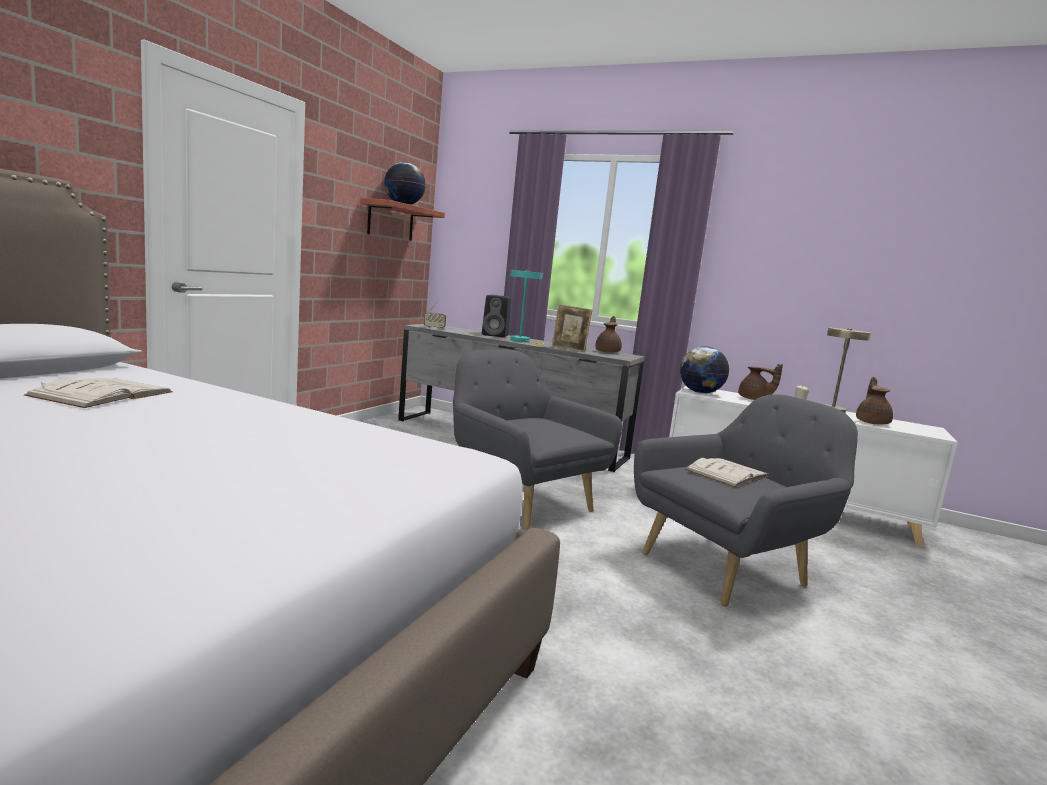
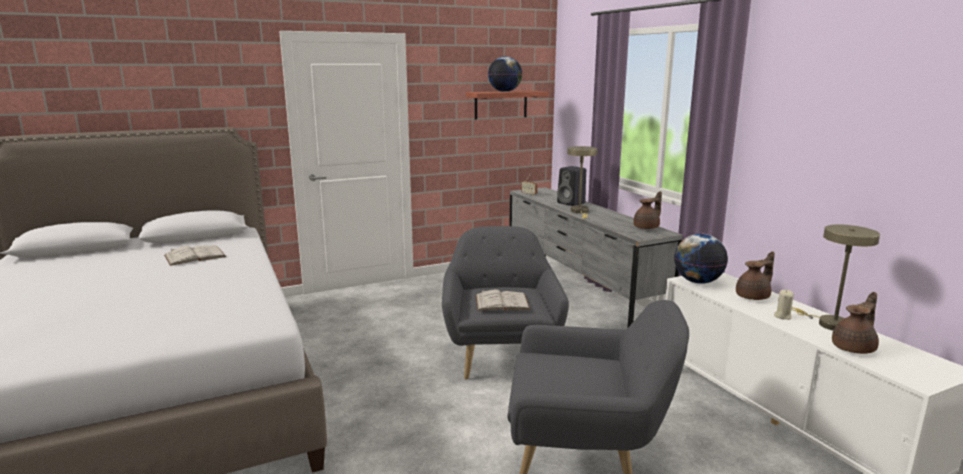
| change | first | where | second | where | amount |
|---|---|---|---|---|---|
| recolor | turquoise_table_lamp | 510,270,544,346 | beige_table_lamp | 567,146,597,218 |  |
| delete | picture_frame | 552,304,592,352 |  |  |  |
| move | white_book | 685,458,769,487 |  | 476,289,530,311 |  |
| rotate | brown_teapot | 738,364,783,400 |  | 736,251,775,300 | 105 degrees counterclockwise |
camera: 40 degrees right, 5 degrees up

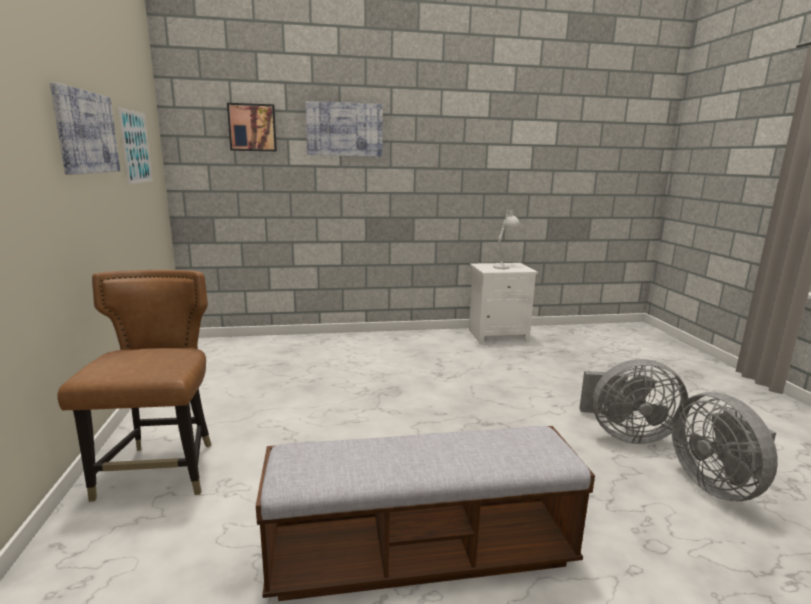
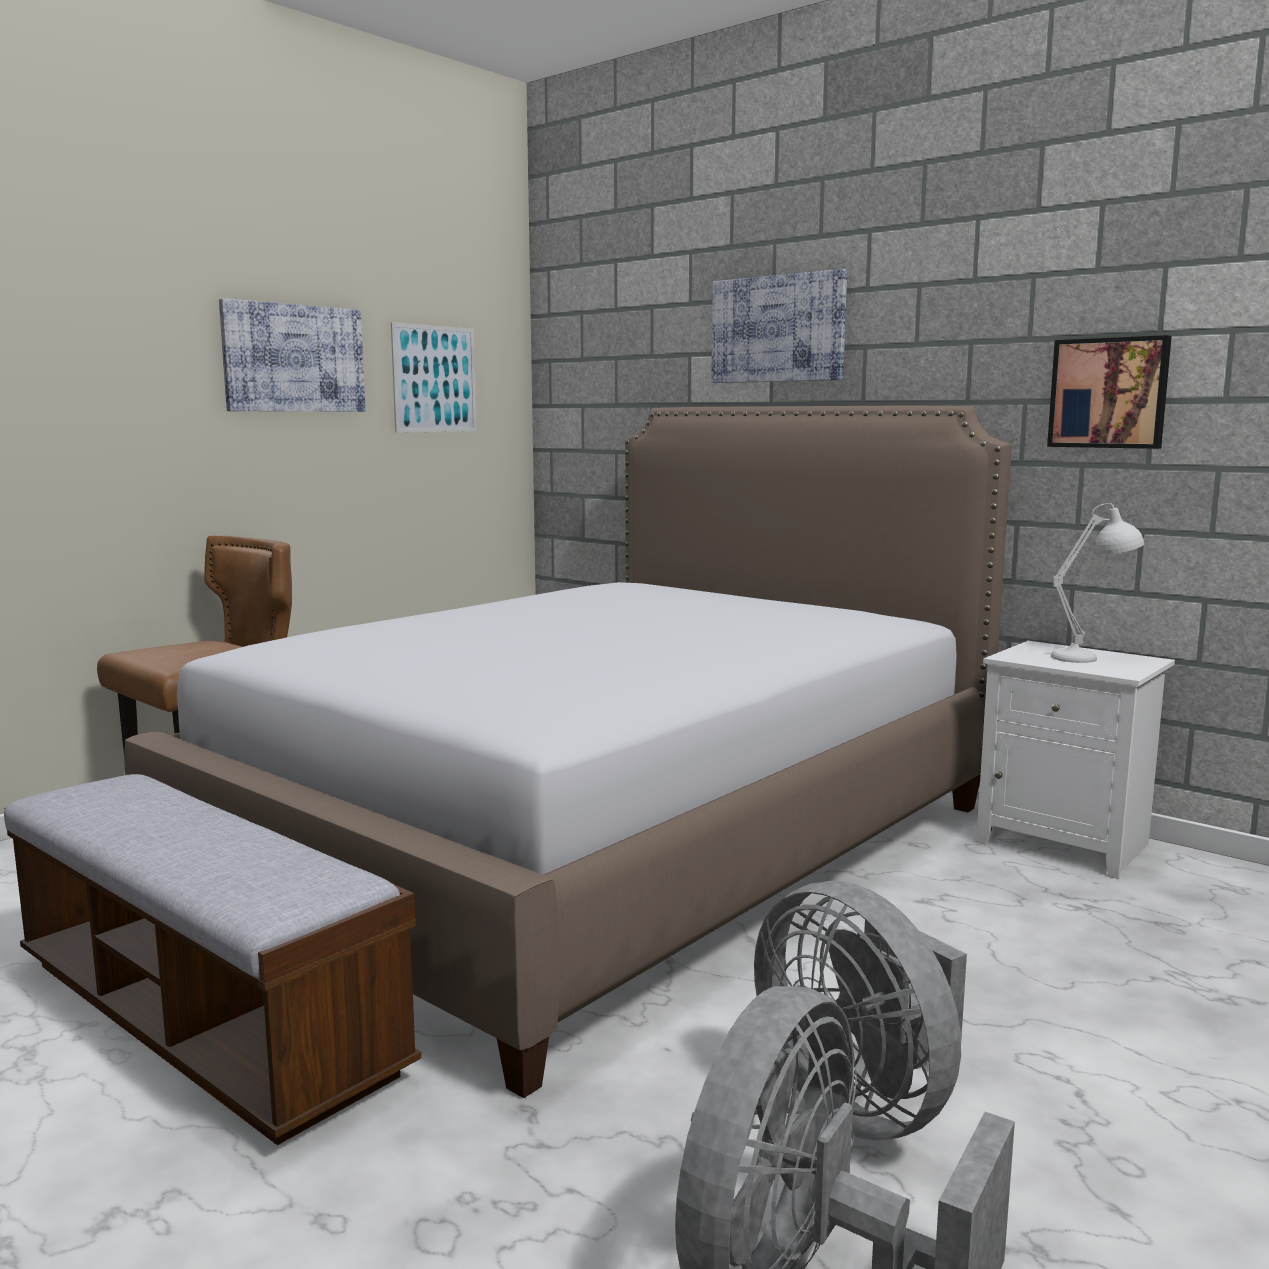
| change | first | where | second | where | amount |
|---|---|---|---|---|---|
| move | picture | 227,103,277,152 |  | 1047,335,1172,449 |  |
| insert |  |  | bed | 124,405,1012,1098 |  |
camera: 50 degrees right, 5 degrees down

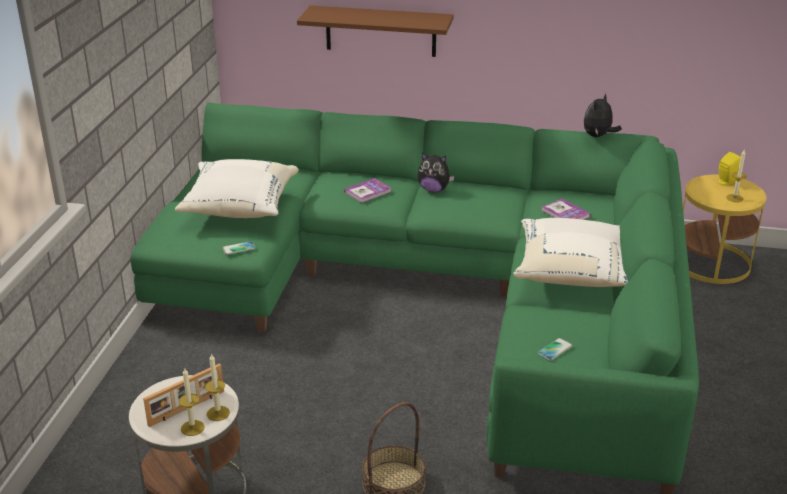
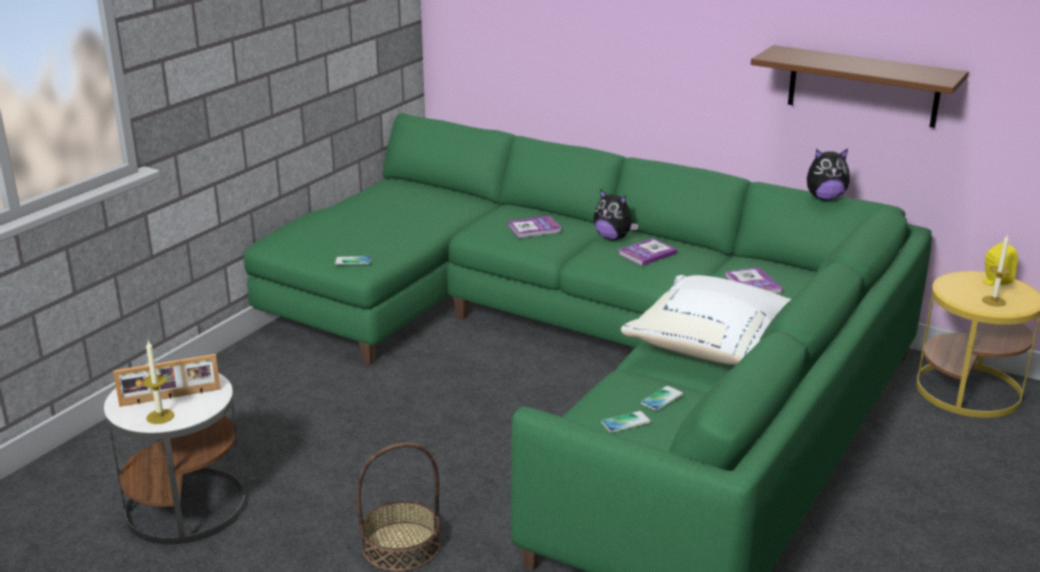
| change | first | where | second | where | amount |
|---|---|---|---|---|---|
| delete | white_pillow | 175,159,299,218 |  |  |  |
| delete | candle | 205,353,230,421 |  |  |  |
| move | brown_shelf | 297,5,454,57 |  | 751,45,968,128 |  |
| rotate | plush_toy | 584,93,622,137 |  | 807,149,850,201 | 150 degrees counterclockwise |
| insert |  |  | book | 618,238,677,266 |  |
| insert |  |  | phone | 640,386,684,411 |  |
camera: 20 degrees right, 5 degrees down

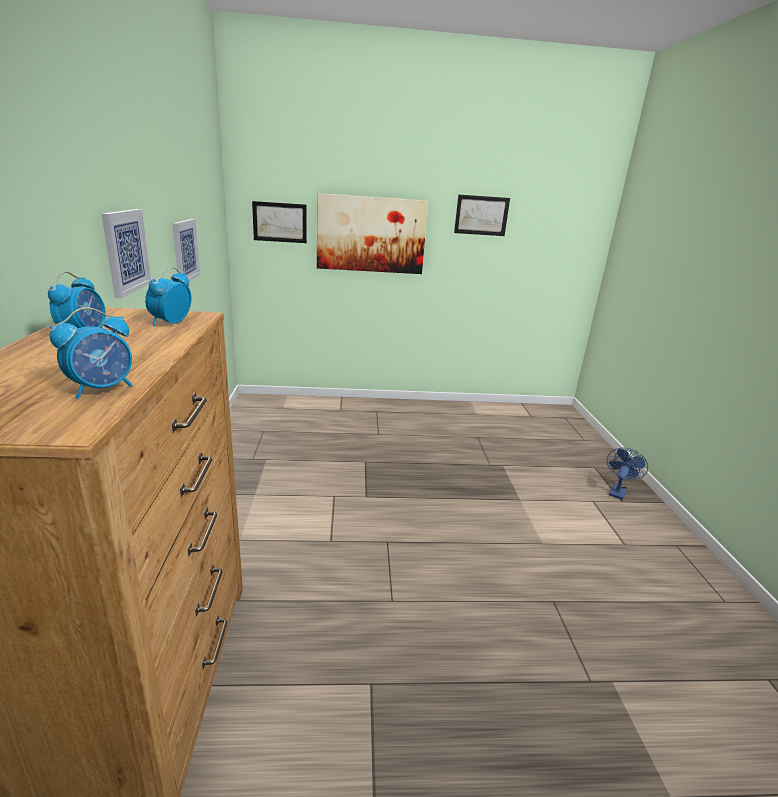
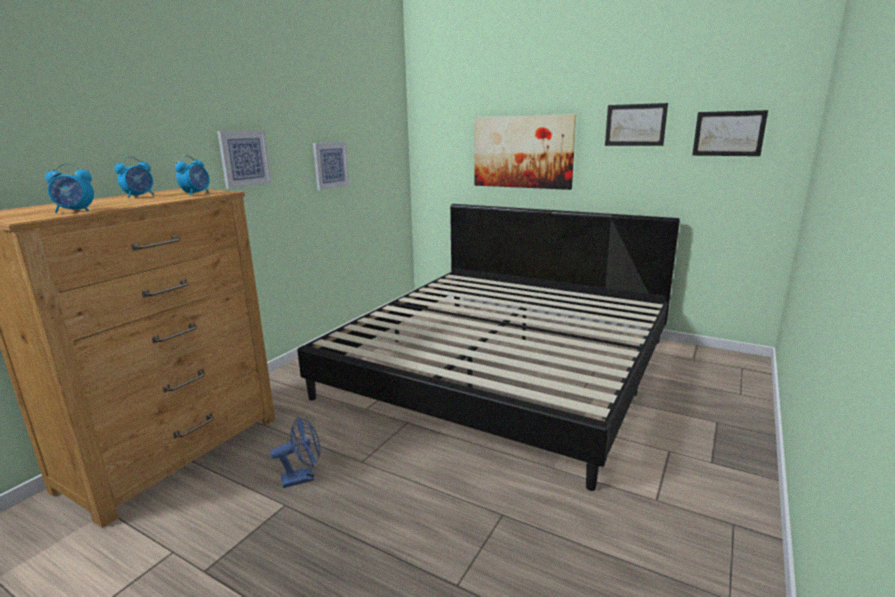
| change | first | where | second | where | amount |
|---|---|---|---|---|---|
| rotate | alarm_clock | 145,267,191,326 |  | 175,155,210,196 | 150 degrees clockwise |
| move | picture | 252,201,307,243 |  | 692,110,768,156 |  |
| move | blue_fan | 607,448,648,500 |  | 270,417,320,488 |  |
| insert |  |  | bed | 297,204,680,491 |  |
camera: 35 degrees right, 5 degrees down

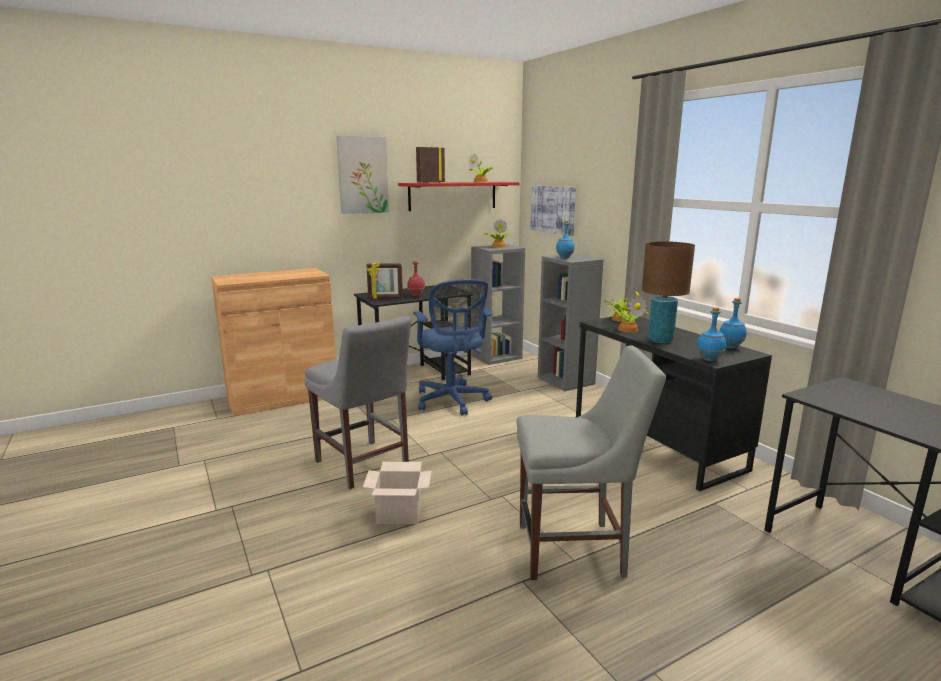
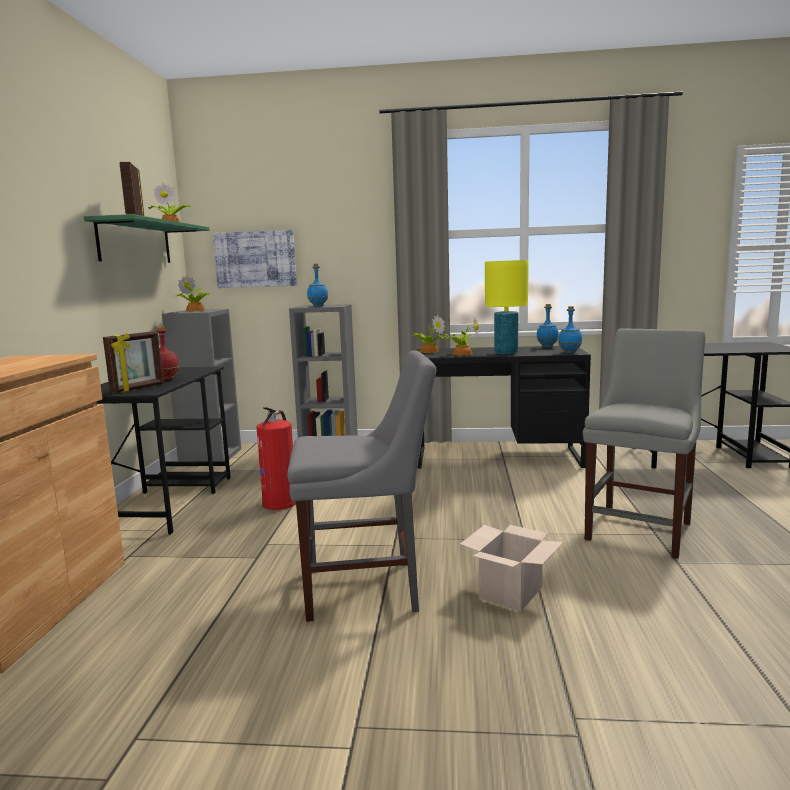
| change | first | where | second | where | amount |
|---|---|---|---|---|---|
| delete | picture | 336,136,389,214 |  |  |  |
| recolor | red_shelf | 398,182,520,211 | green_shelf | 84,214,210,263 |  |
| replace | blue_office_chair | 413,279,493,415 | fire_extinguisher | 257,407,296,510 |  |
| recolor | brown_table_lamp | 642,241,695,343 | yellow_table_lamp | 485,260,529,354 |  |
camera: 55 degrees left, 5 degrees down

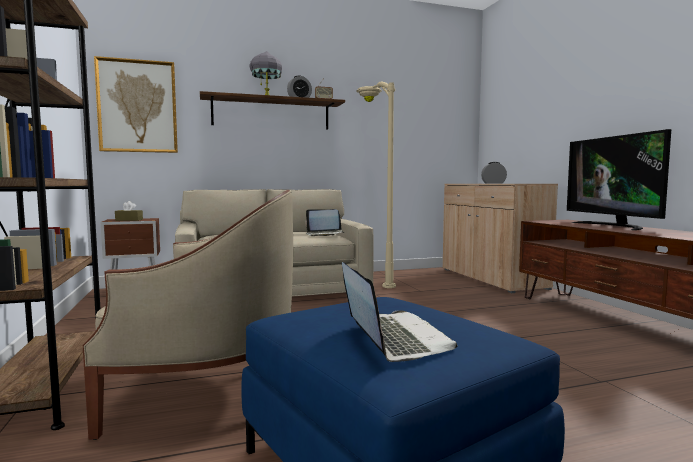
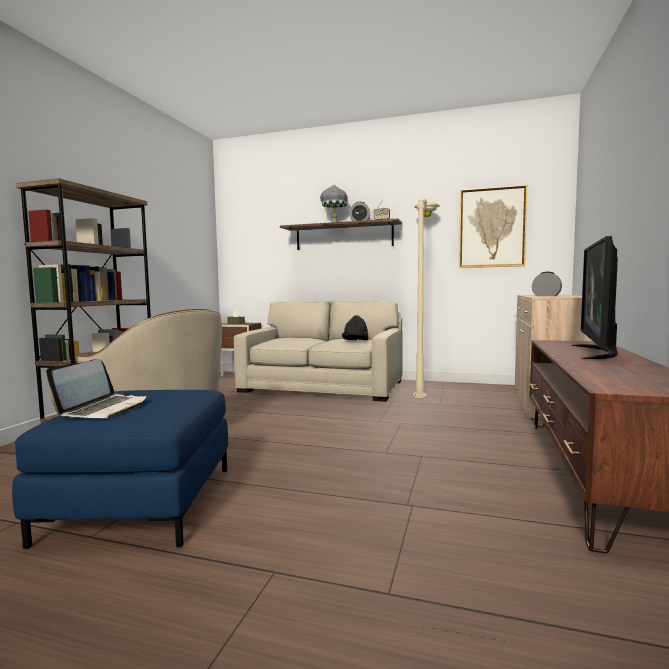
| change | first | where | second | where | amount |
|---|---|---|---|---|---|
| move | picture | 94,56,178,153 |  | 459,185,527,268 |  |
| replace | laptop | 305,209,344,236 | black_hat | 342,315,368,340 |  |
camera: 35 degrees right, 0 degrees up

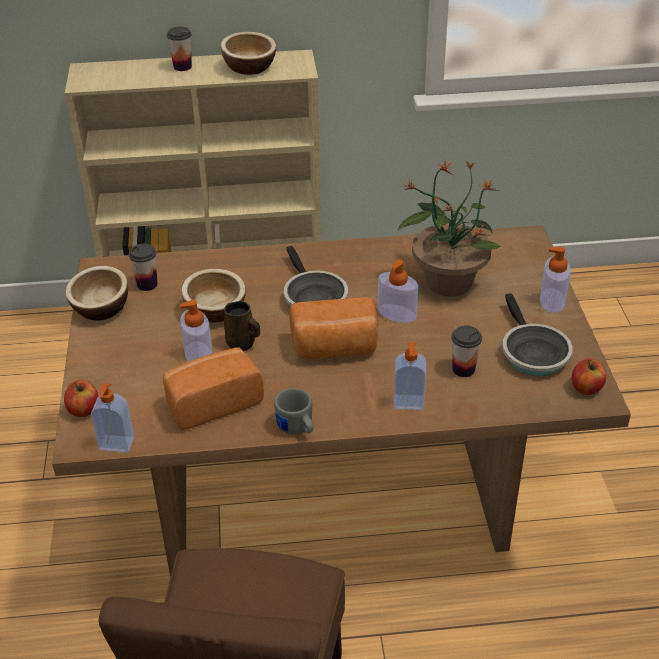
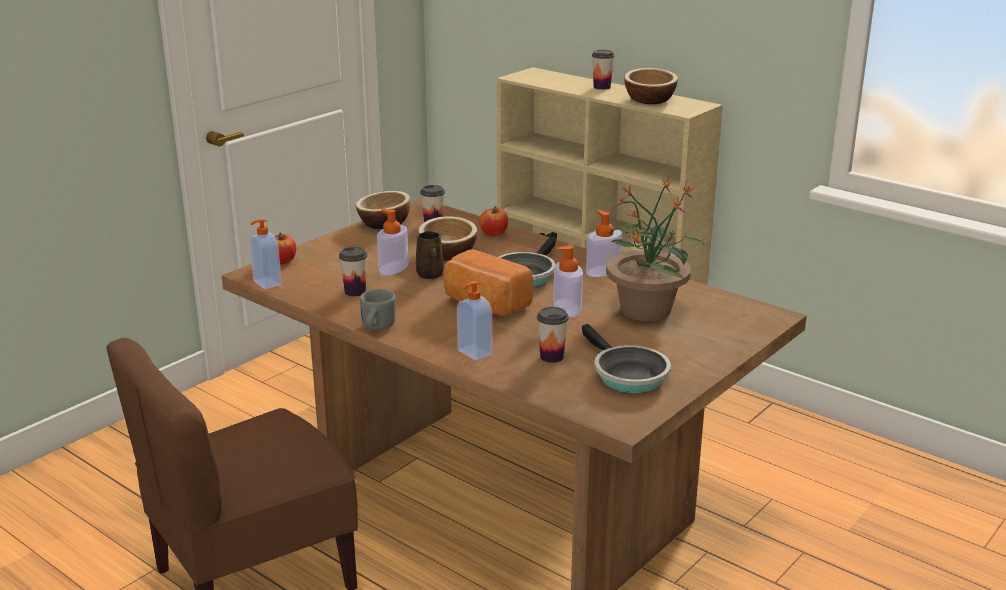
| change | first | where | second | where | amount |
|---|---|---|---|---|---|
| replace | bread | 163,347,264,430 | cup | 339,247,367,297 |  |
| rotate | frying_pan | 502,293,573,376 |  | 582,324,671,393 | 60 degrees counterclockwise |
| move | soap_dispenser | 540,247,571,313 |  | 586,210,622,277 |  |
| move | apple | 572,359,606,395 |  | 479,206,508,236 |  |
camera: 45 degrees right, 15 degrees down

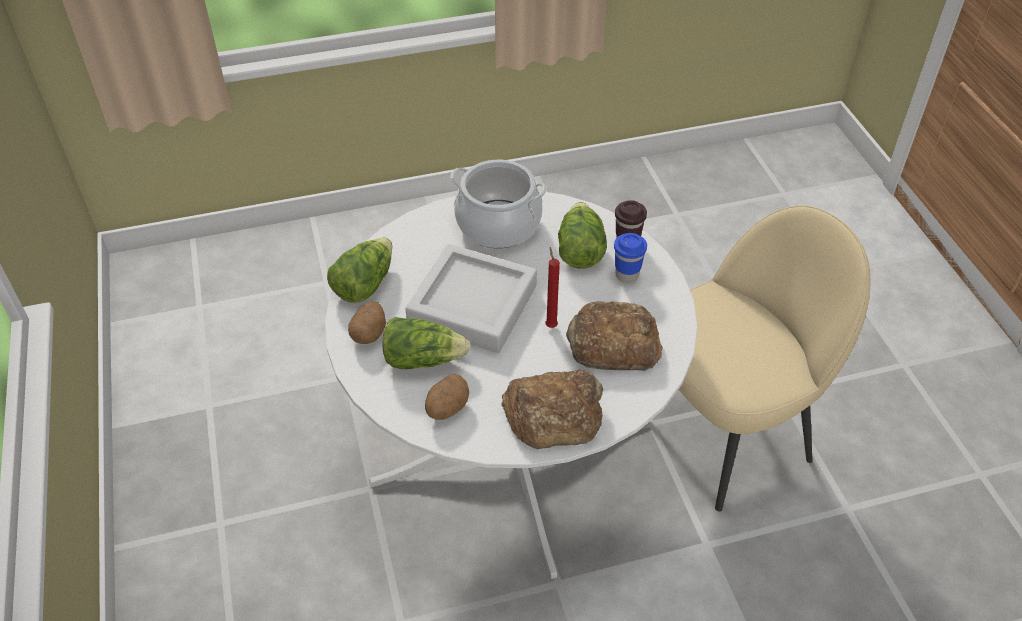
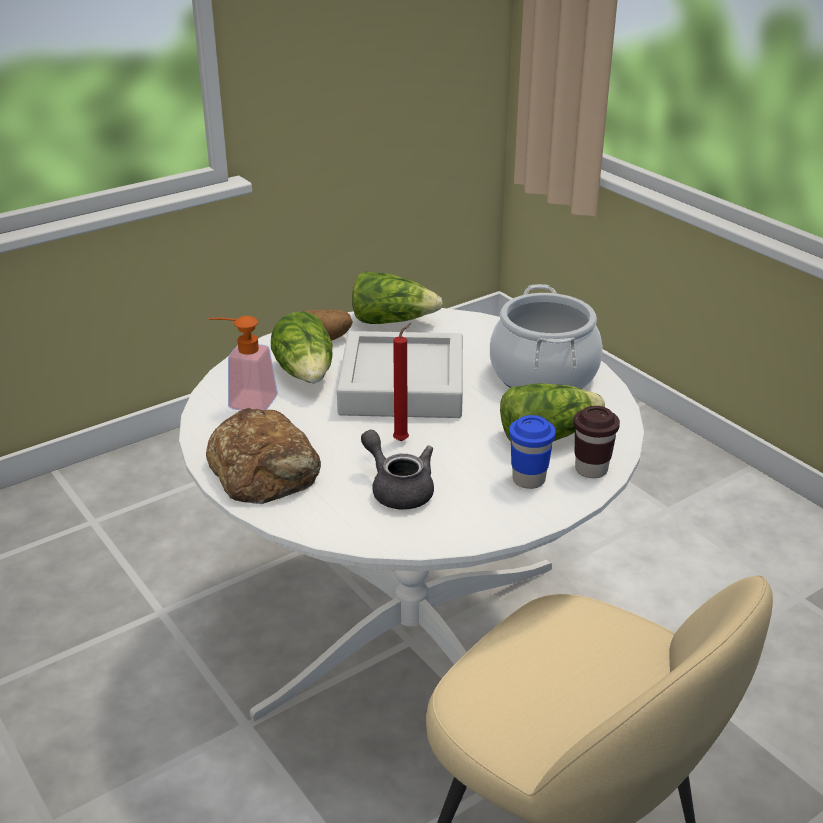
| change | first | where | second | where | amount |
|---|---|---|---|---|---|
| replace | potato | 425,374,470,420 | soap_dispenser | 208,316,278,411 |  |
| replace | bread | 566,301,663,371 | grey_teapot | 361,430,434,510 |  |
camera: 70 degrees right, 15 degrees down

